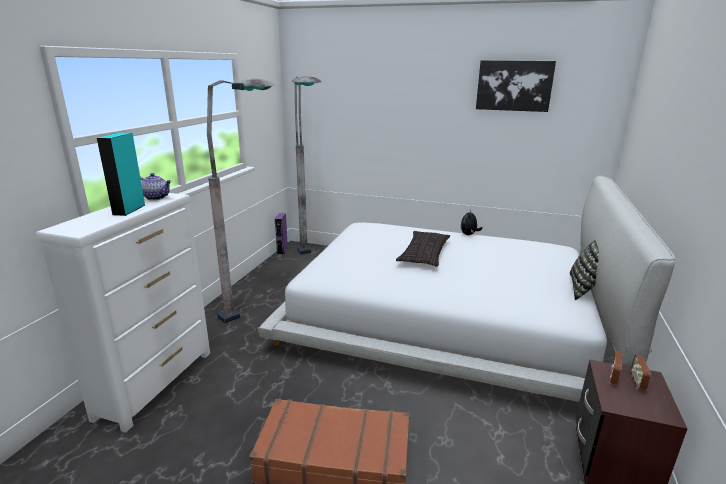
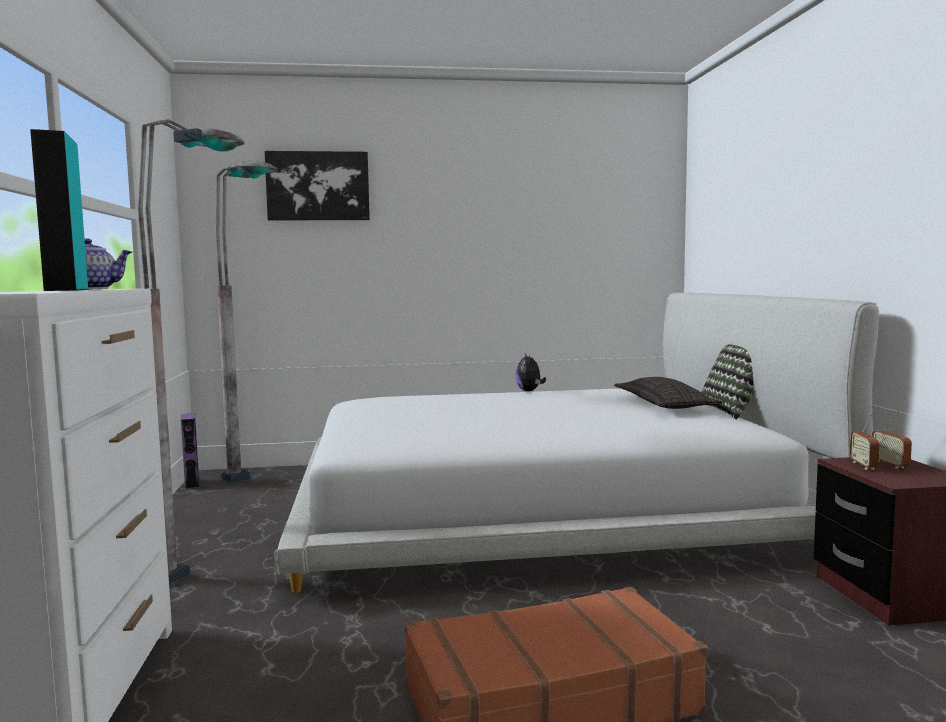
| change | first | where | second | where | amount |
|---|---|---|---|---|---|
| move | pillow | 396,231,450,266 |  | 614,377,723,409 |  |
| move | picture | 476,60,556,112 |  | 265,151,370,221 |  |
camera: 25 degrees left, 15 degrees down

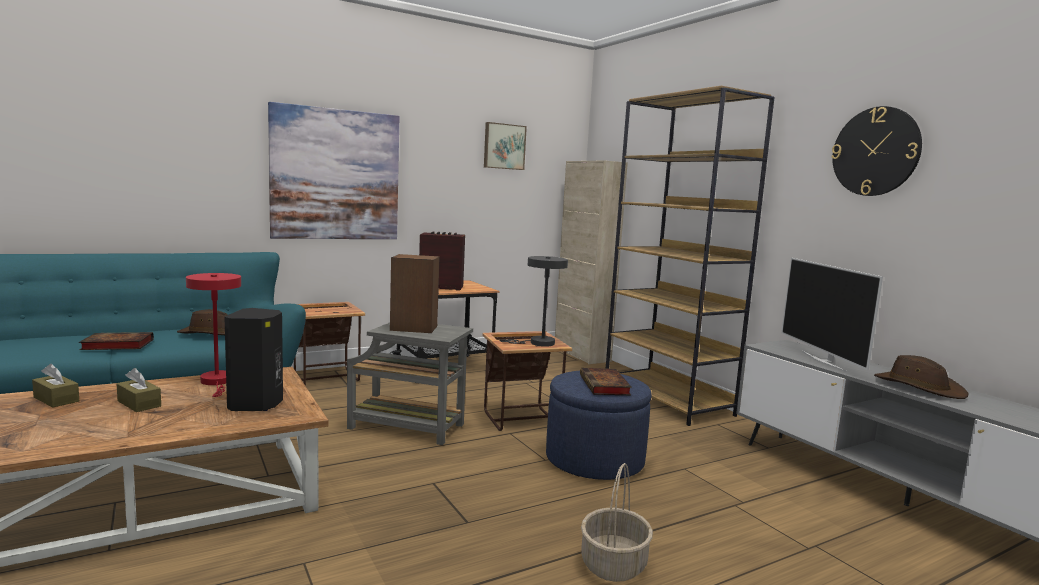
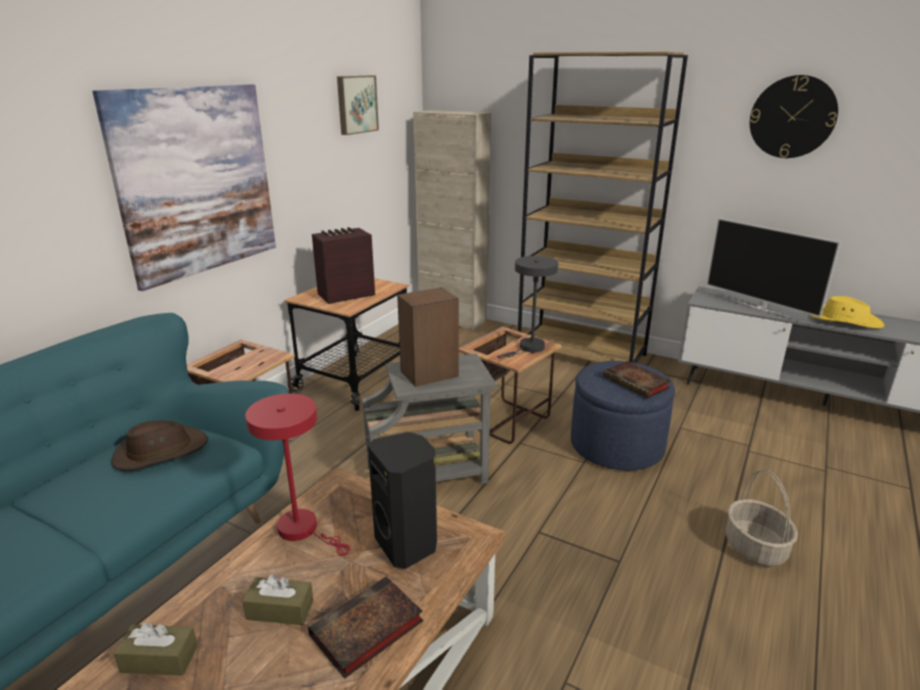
| change | first | where | second | where | amount |
|---|---|---|---|---|---|
| move | book | 79,332,154,350 |  | 308,576,423,679 |  |
| recolor | brown_hat | 874,355,969,399 | yellow_hat | 810,296,885,329 |  |
camera: 30 degrees left, 15 degrees up

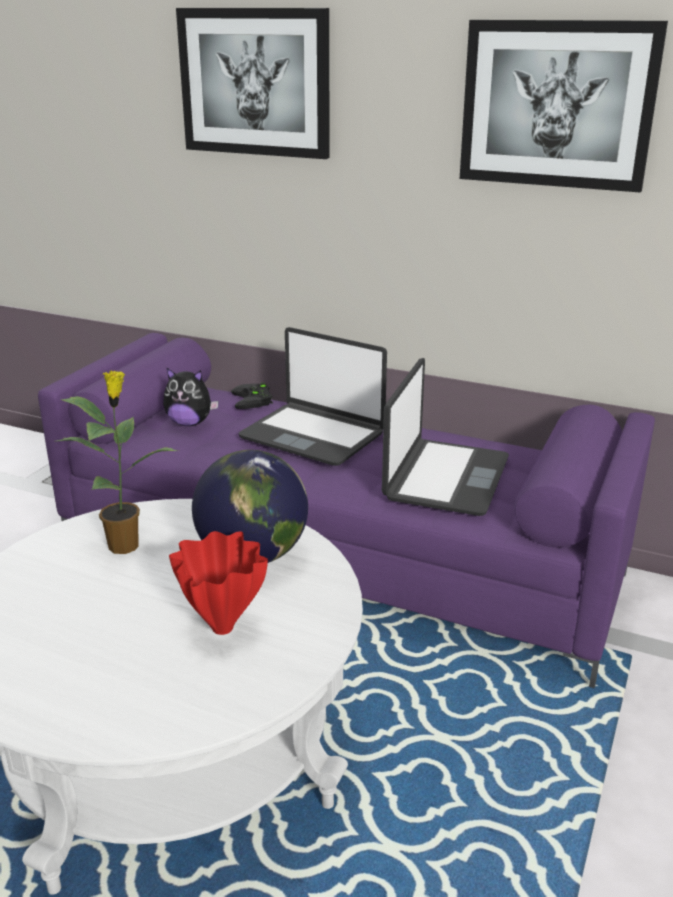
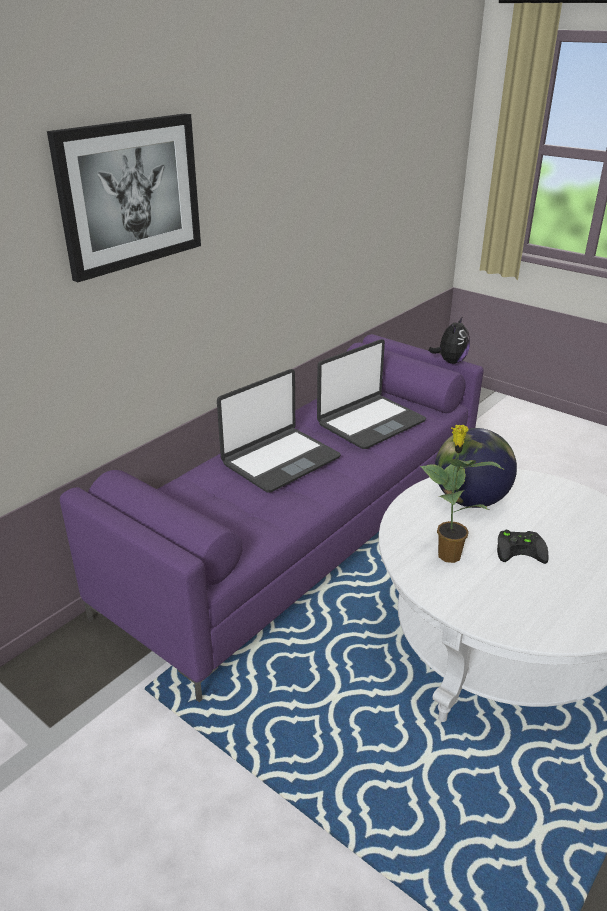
| change | first | where | second | where | amount |
|---|---|---|---|---|---|
| move | plush_toy | 163,367,219,426 |  | 428,316,470,364 |  |
| delete | red_vase | 169,531,268,635 |  |  |  |
| move | black_game_controller | 231,382,273,409 |  | 497,530,549,564 |  |
| rotate | laptop | 382,358,509,516 |  | 317,339,426,449 | 105 degrees clockwise |
| delete | picture | 460,20,668,193 |  |  |  |
camera: 75 degrees left, 5 degrees up

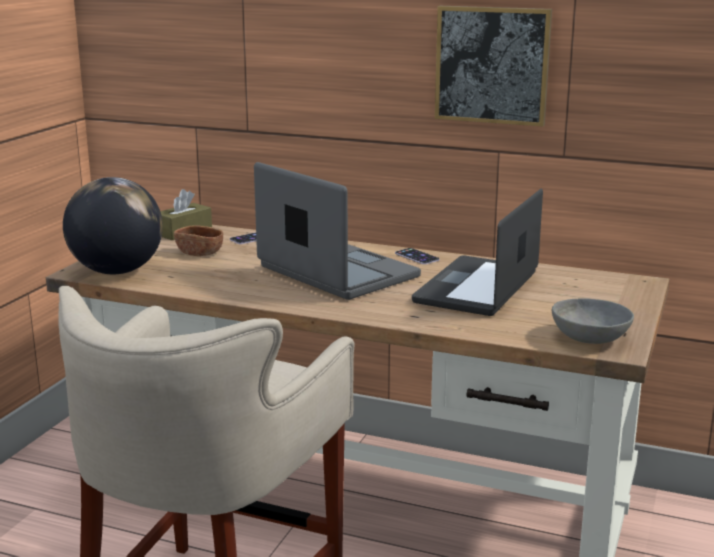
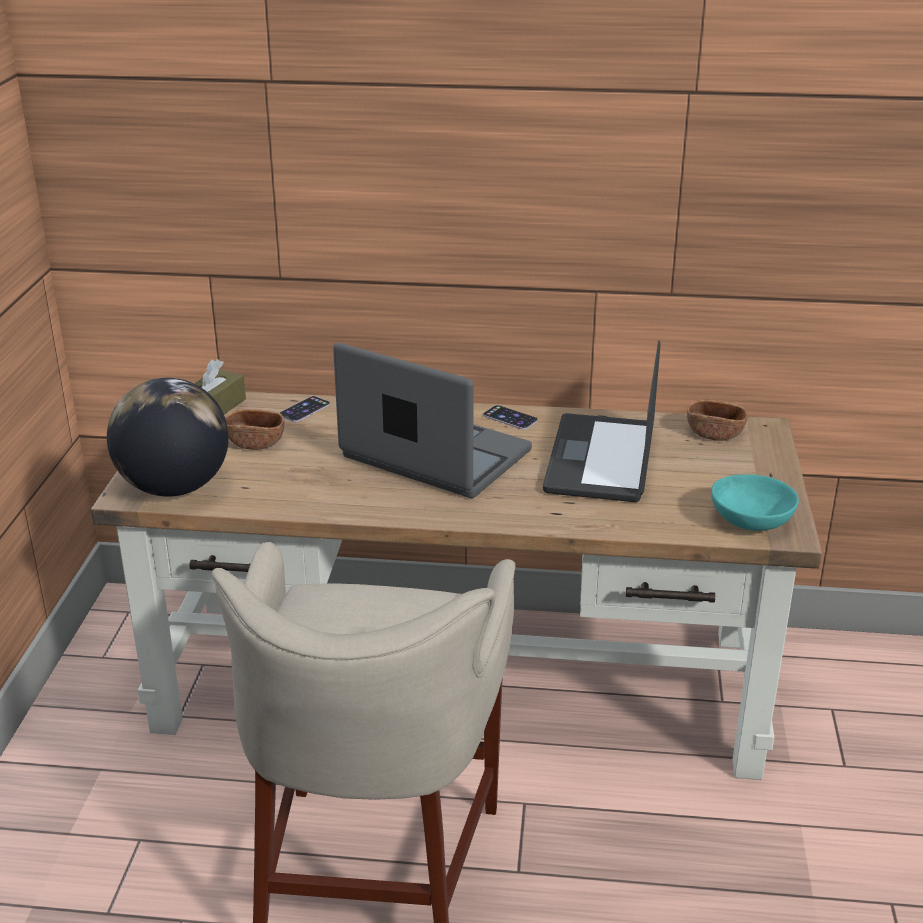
| change | first | where | second | where | amount |
|---|---|---|---|---|---|
| delete | picture | 435,6,552,127 |  |  |  |
| recolor | grey_bowl | 552,298,634,344 | turquoise_bowl | 711,474,799,531 |  |
| insert |  |  | brown_bowl | 687,400,748,441 |  |
camera: 15 degrees left, 10 degrees up

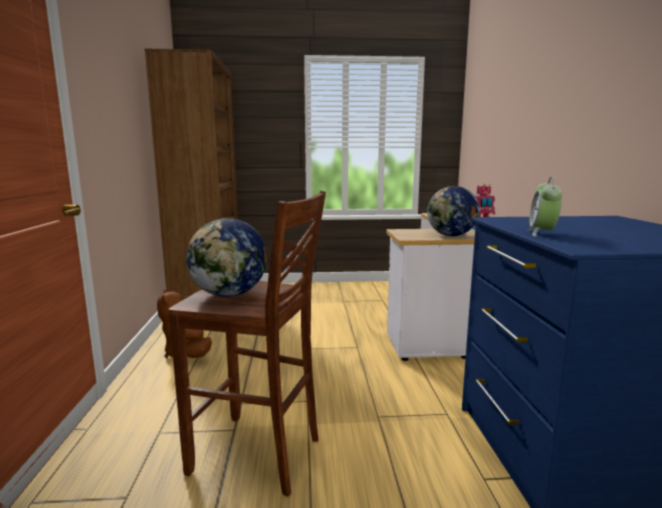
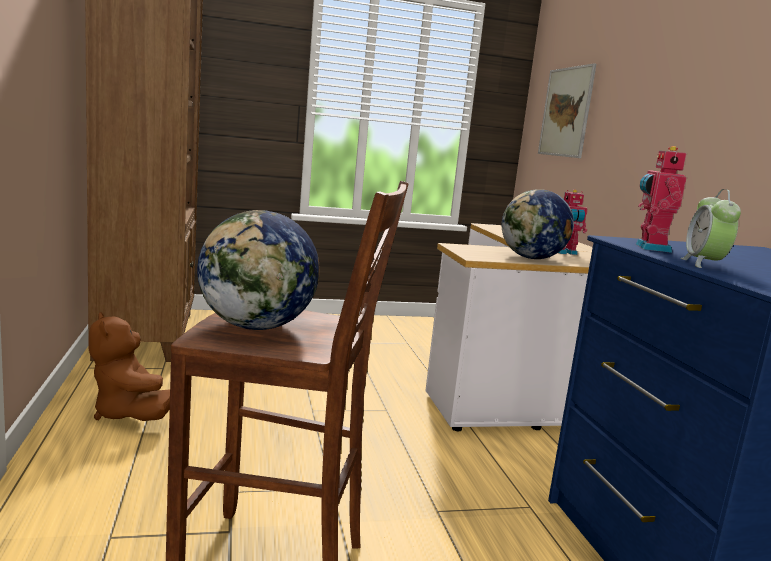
| change | first | where | second | where | amount |
|---|---|---|---|---|---|
| insert |  |  | picture | 538,63,596,158 |  |
| insert |  |  | toy_robot | 636,146,687,253 |  |
camera: 10 degrees left, 0 degrees up

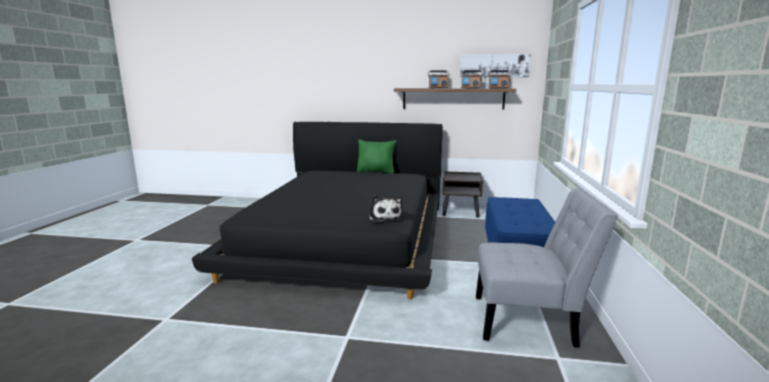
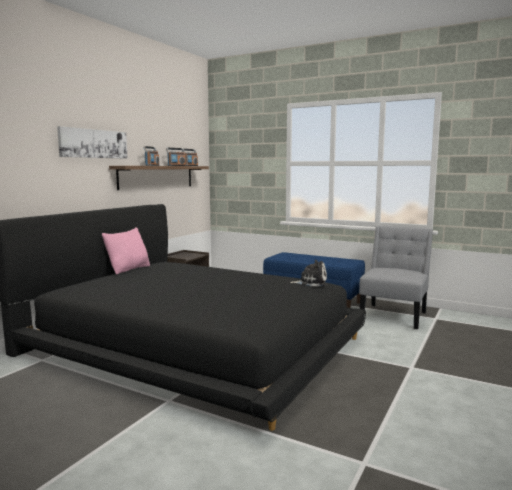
| change | first | where | second | where | amount |
|---|---|---|---|---|---|
| recolor | green_pillow | 357,140,396,173 | pink_pillow | 102,227,150,274 |  |
| move | picture | 460,54,531,78 |  | 57,126,128,159 |  |
camera: 70 degrees left, 5 degrees down

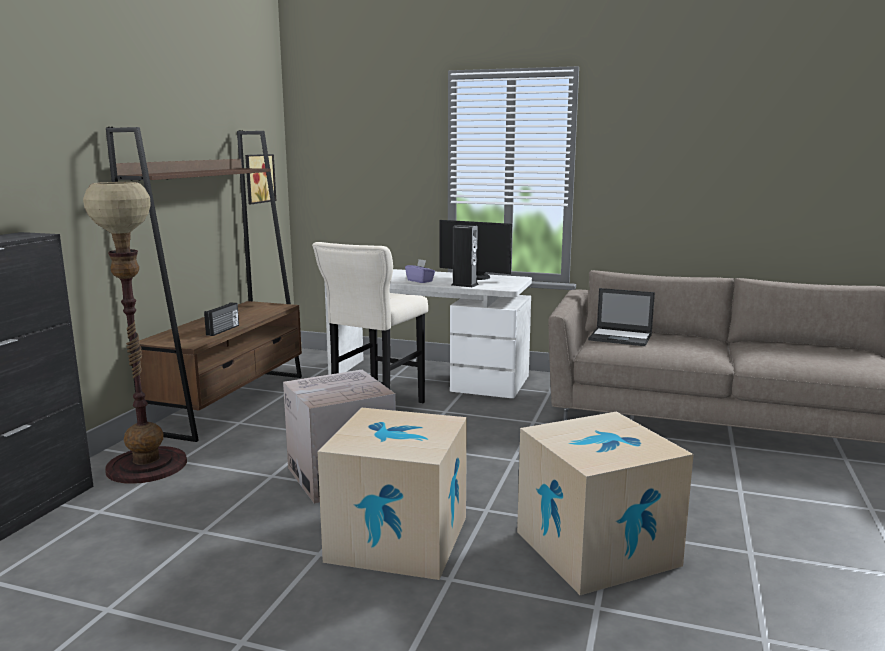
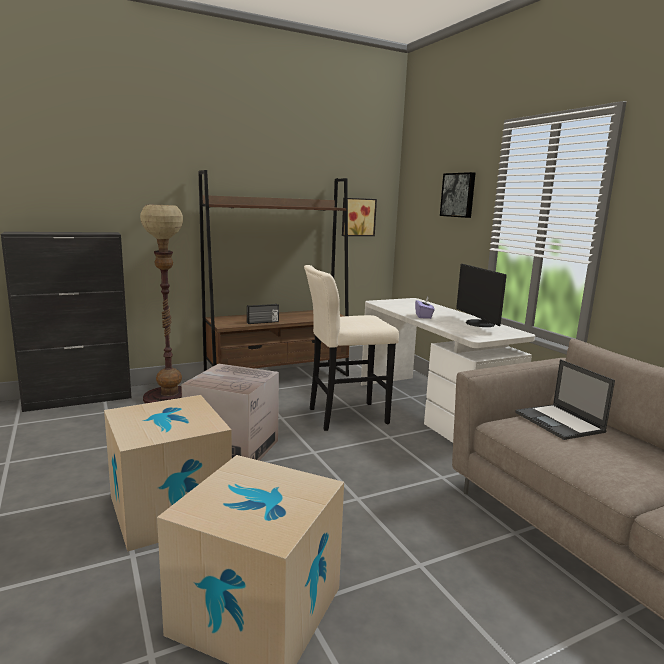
| change | first | where | second | where | amount |
|---|---|---|---|---|---|
| delete | speaker | 452,225,479,287 |  |  |  |
| insert |  |  | picture | 440,172,475,218 |  |
camera: 45 degrees right, 0 degrees up

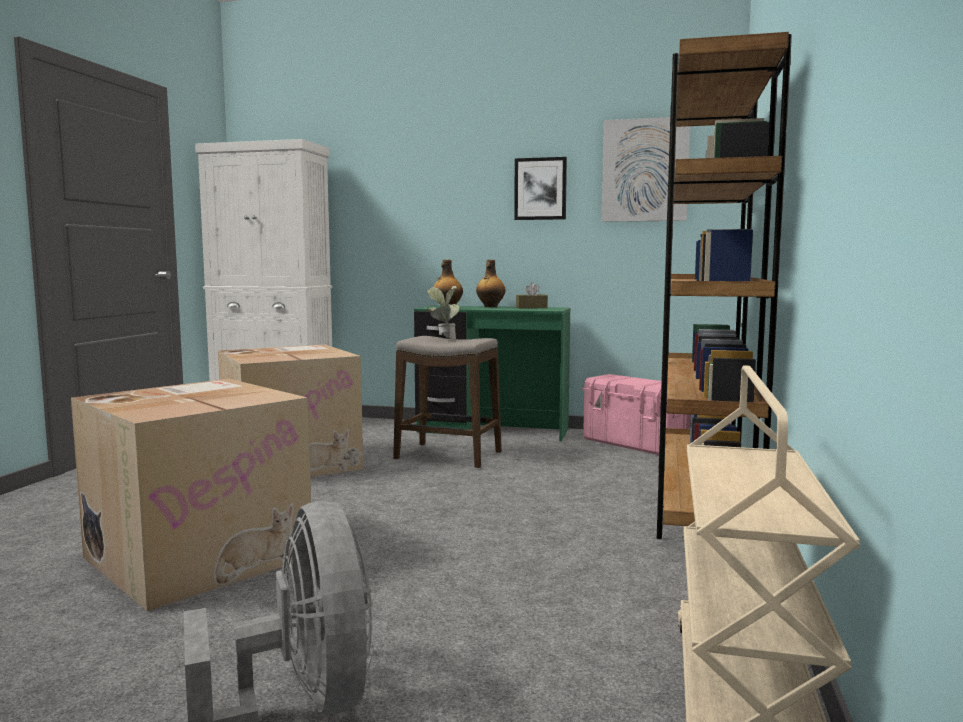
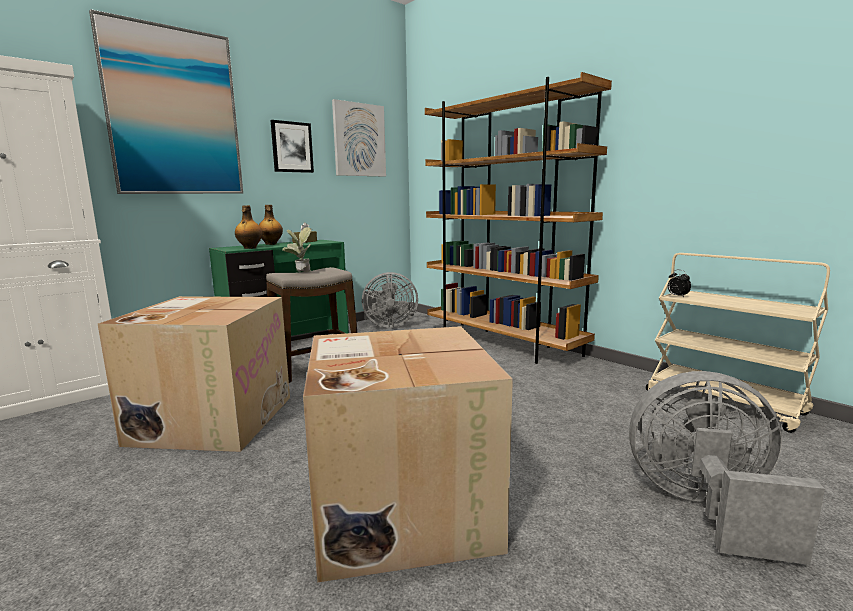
| change | first | where | second | where | amount |
|---|---|---|---|---|---|
| replace | pink_storage_box | 582,374,691,455 | grey_fan | 362,272,418,328 |  |
| insert |  |  | picture | 89,9,243,194 |  |
| insert |  |  | alarm_clock | 668,270,691,298 |  |
camera: 55 degrees left, 5 degrees up

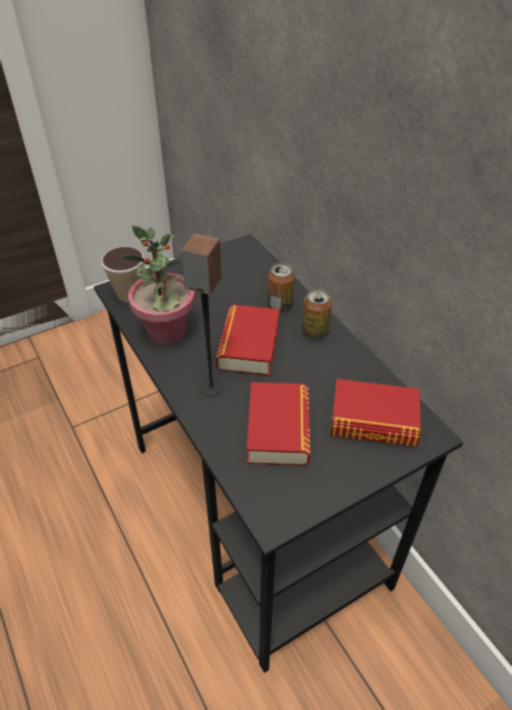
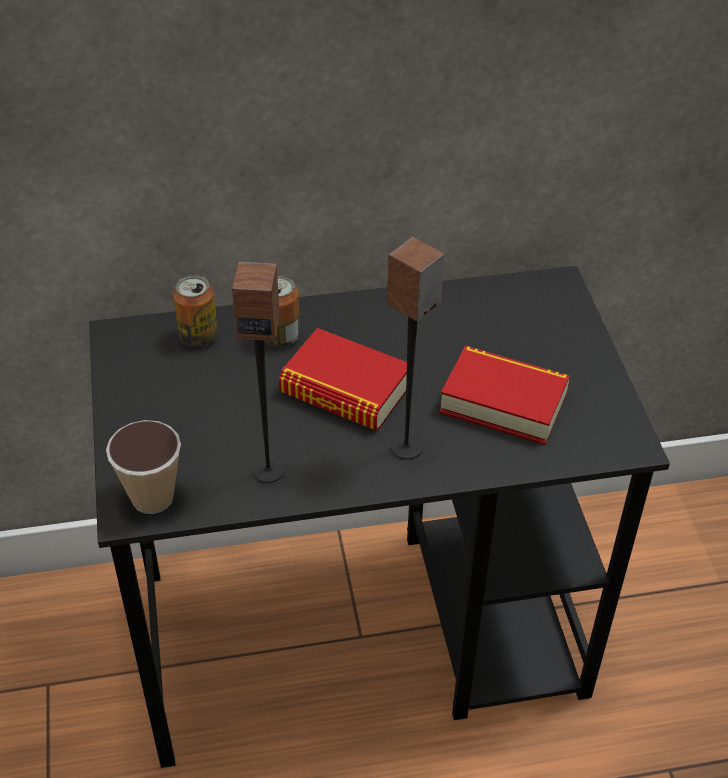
| change | first | where | second | where | amount |
|---|---|---|---|---|---|
| replace | potted_plant | 120,225,195,344 | speaker | 232,262,285,483 |  |
| move | can | 302,289,332,340 |  | 173,275,218,347 |  |
| delete | book | 330,379,421,447 |  |  |  |
camera: 70 degrees left, 0 degrees up

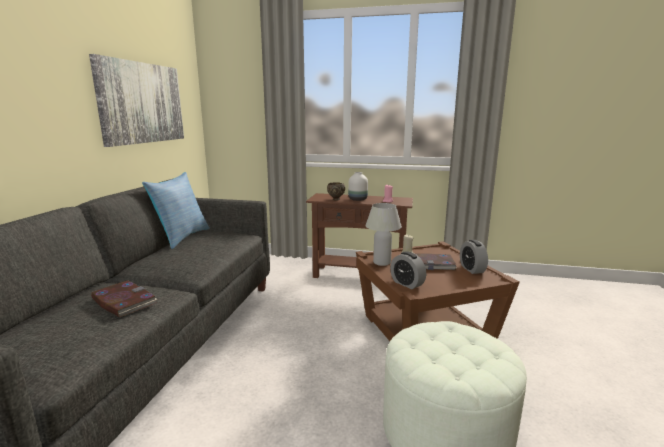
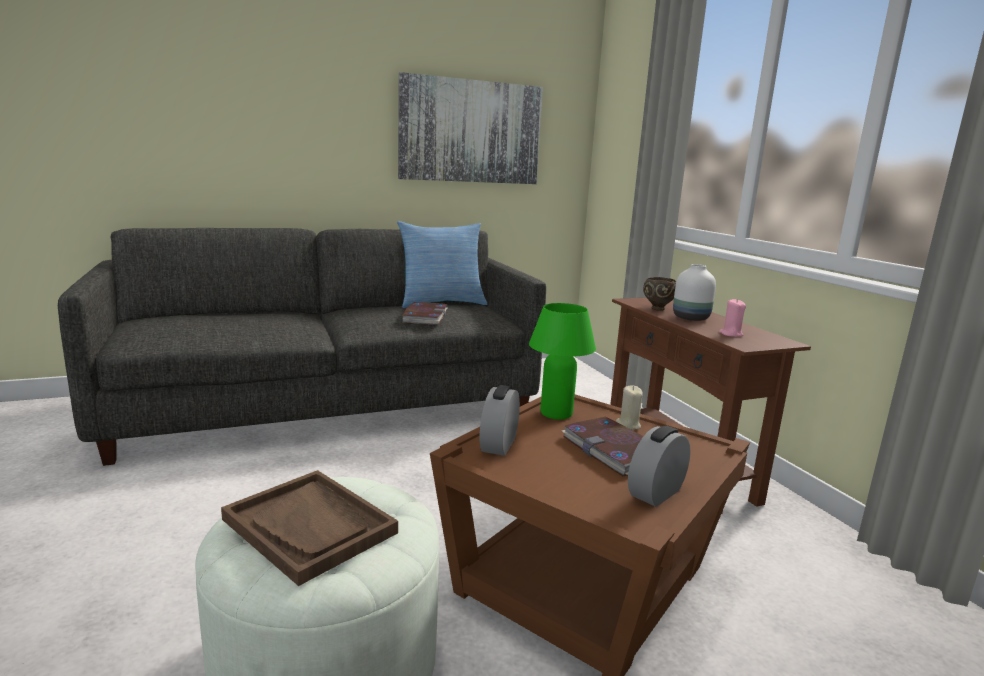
| change | first | where | second | where | amount |
|---|---|---|---|---|---|
| move | book | 91,280,157,317 |  | 402,302,448,325 |  |
| recolor | white_table_lamp | 365,203,402,266 | green_table_lamp | 529,303,596,420 |  |
| insert |  |  | brown_tray | 221,470,398,586 |  |
camera: 55 degrees right, 0 degrees up

